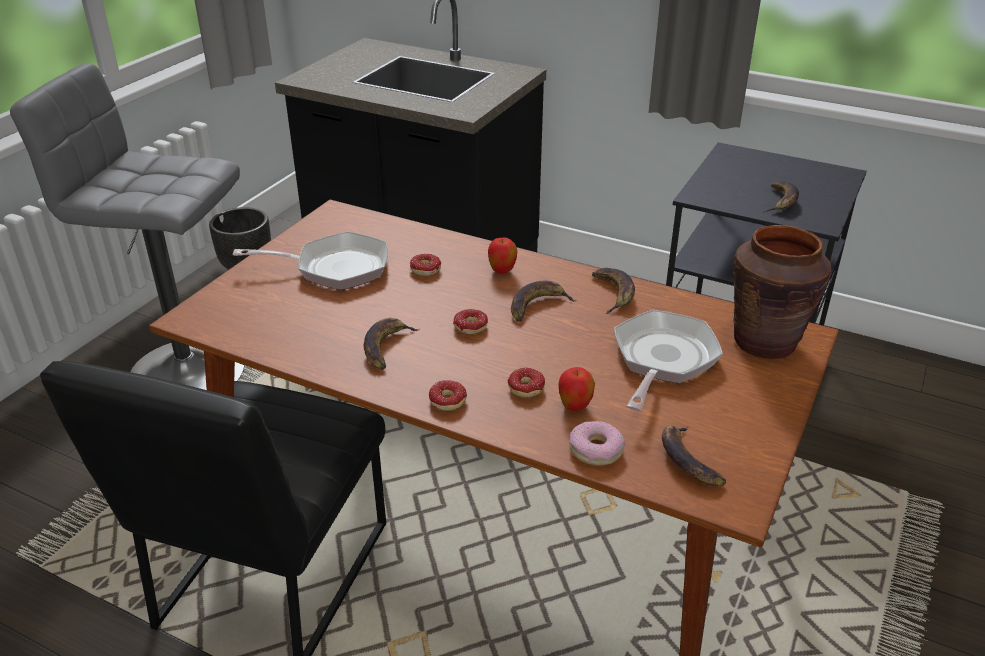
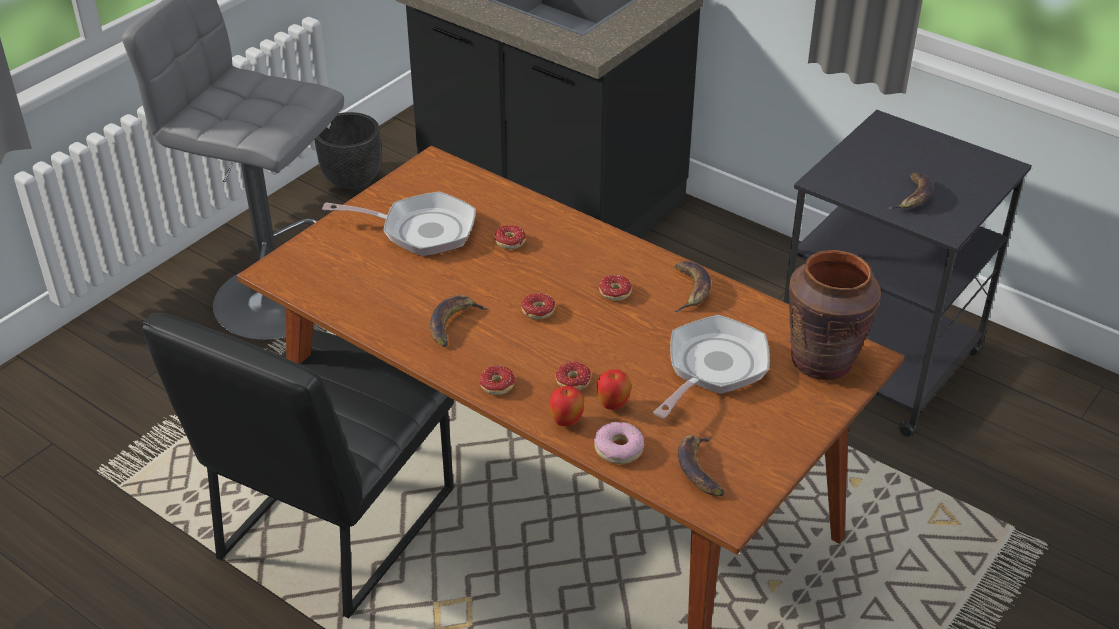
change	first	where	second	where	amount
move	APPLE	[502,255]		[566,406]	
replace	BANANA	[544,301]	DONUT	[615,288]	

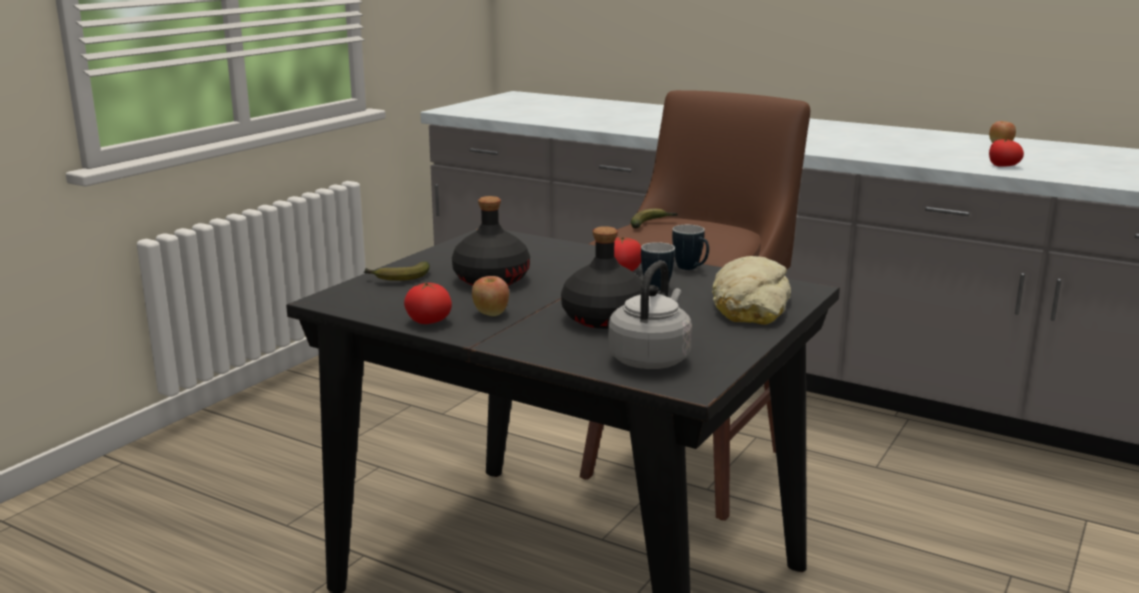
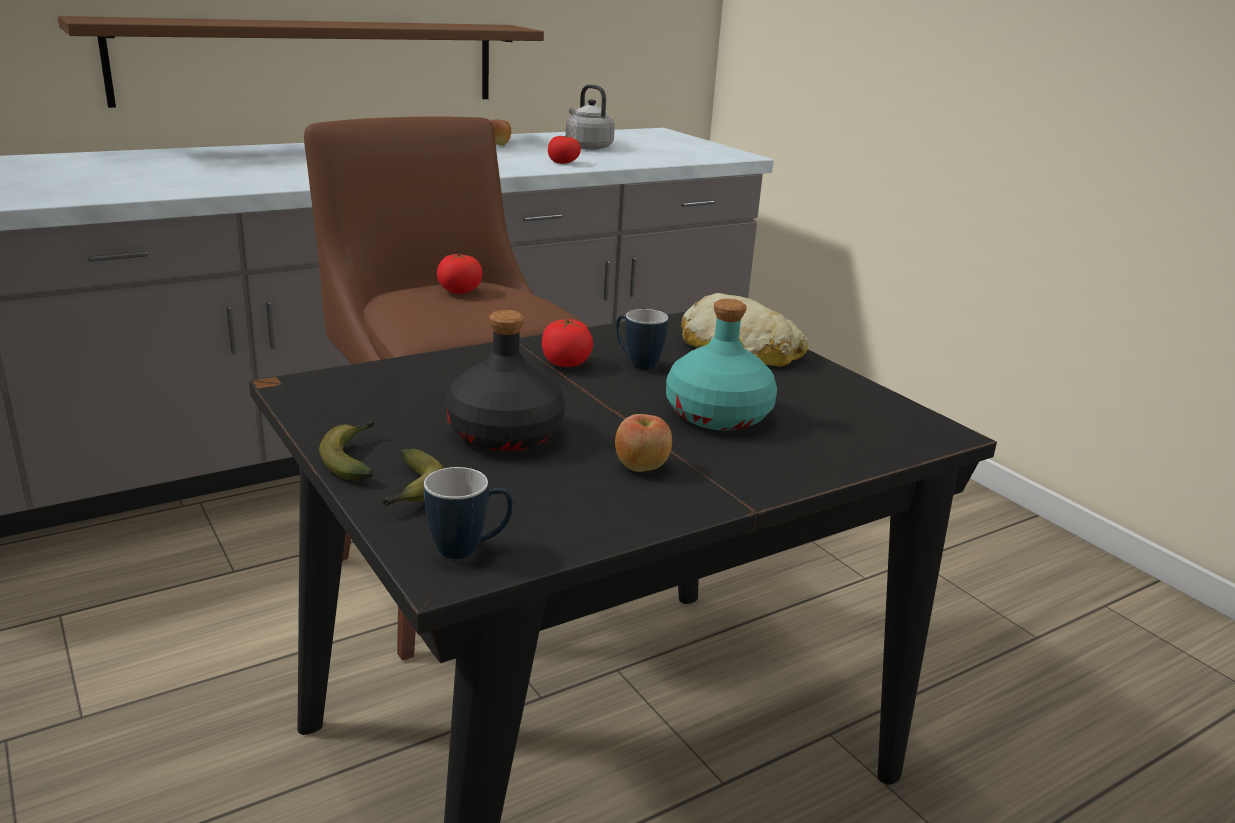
change	first	where	second	where	amount
move	BANANA	[654,218]		[346,451]	
move	MUG	[690,247]		[468,513]	
recolor	BLACK BOTTLE	[601,277]	TURQUOISE BOTTLE	[721,364]	
move	GREY KETTLE	[650,314]		[590,117]	
move	TOMATO	[428,303]		[460,273]	
insert			BROWN SHELF	[301,62]	

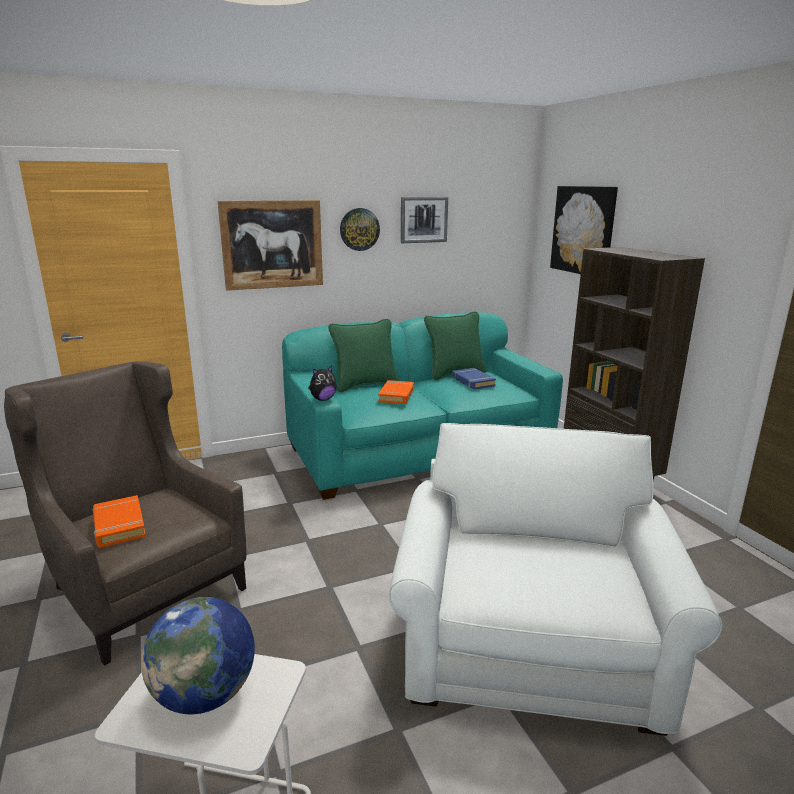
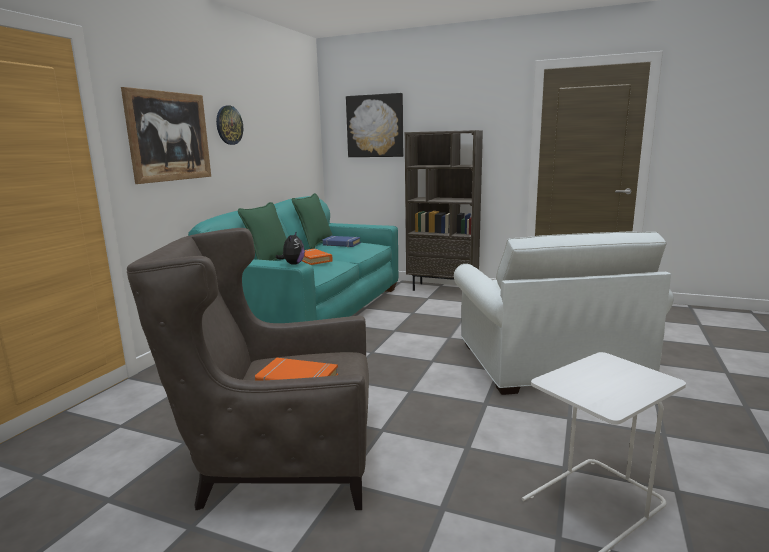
change	first	where	second	where	amount
delete	PICTURE	[424,220]			
rotate	WHITE ARMCHAIR	[556,579]		[563,313]	150 degrees counterclockwise
delete	GLOBE	[198,655]			

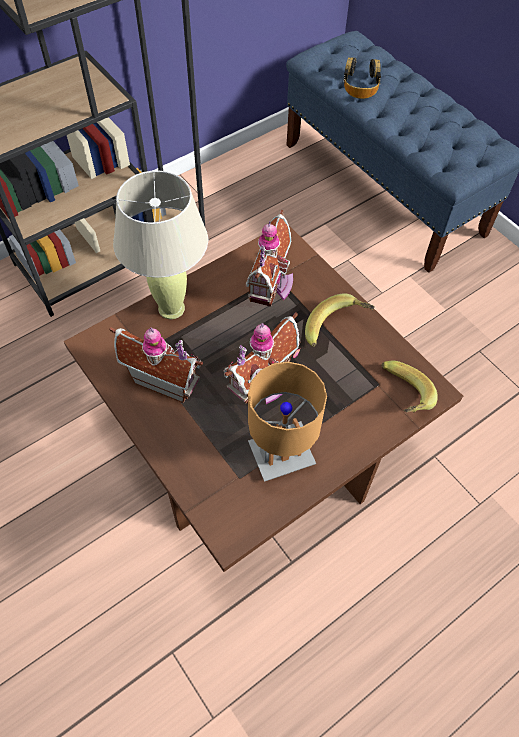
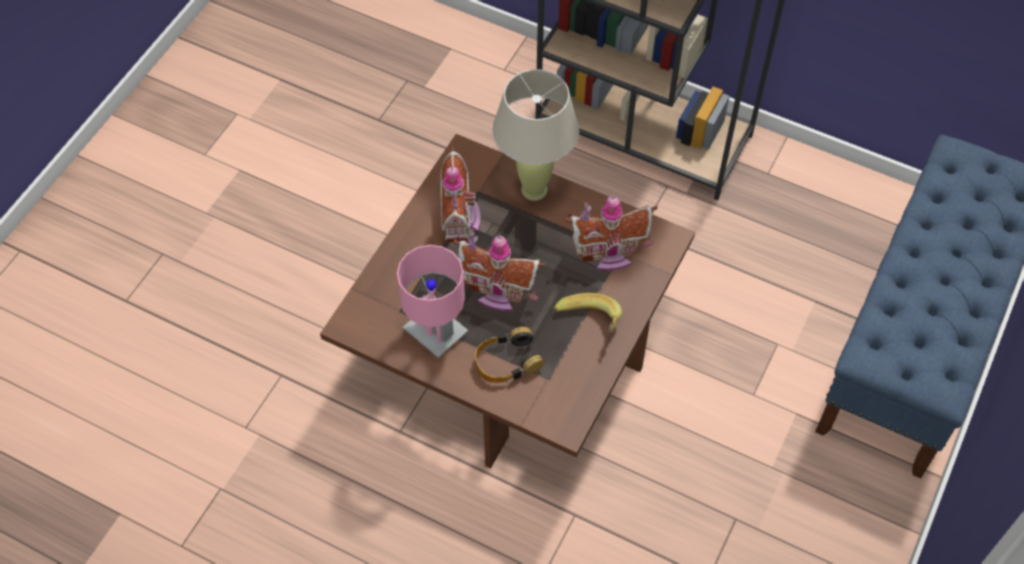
change	first	where	second	where	amount
move	HEADPHONES	[362,78]		[510,355]	
delete	BANANA	[409,386]			
recolor	BROWN TABLE LAMP	[287,422]	PINK TABLE LAMP	[432,301]	

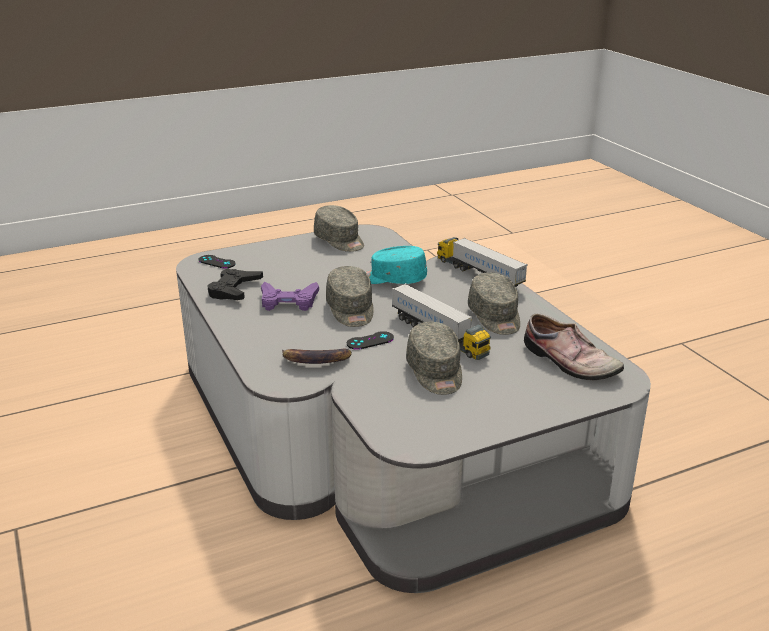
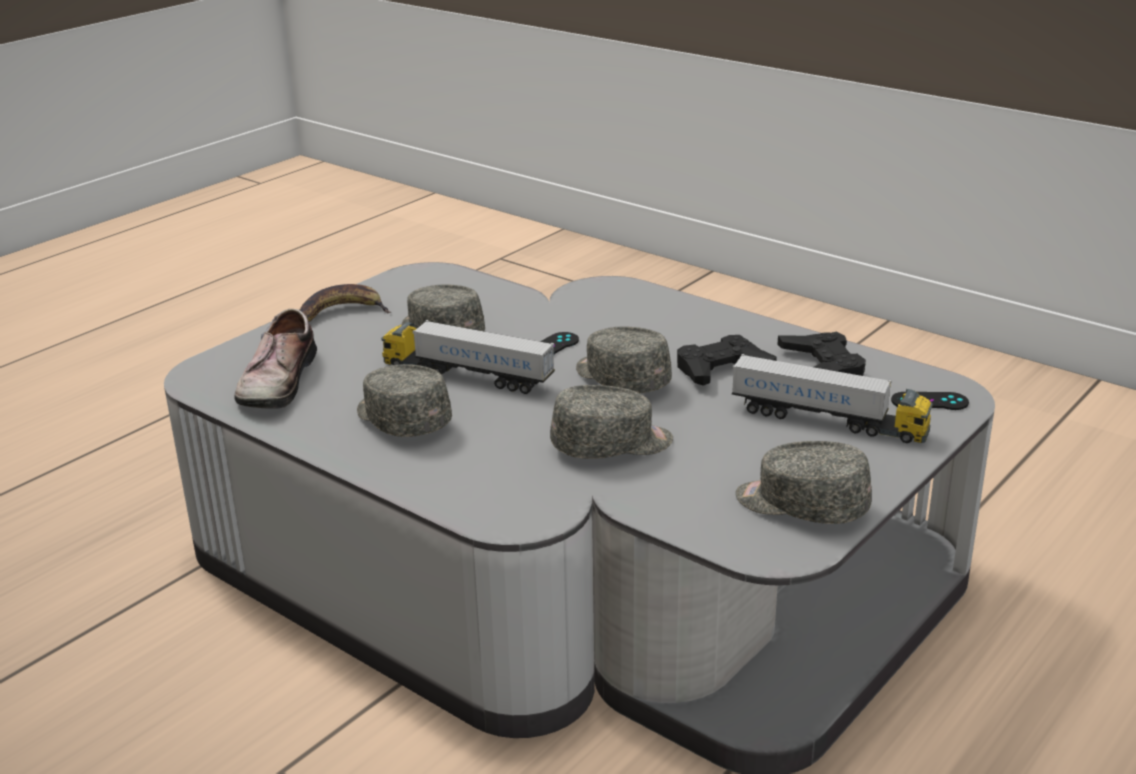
change	first	where	second	where	amount
move	TOY TRUCK	[482,262]		[832,398]	
recolor	TURQUOISE CAP	[396,265]	GREY CAP	[611,422]	
recolor	PURPLE GAME CONTROLLER	[290,296]	BLACK GAME CONTROLLER	[727,360]	
rotate	SHOE	[574,346]		[275,359]	105 degrees counterclockwise
move	BANANA	[317,356]		[345,303]	

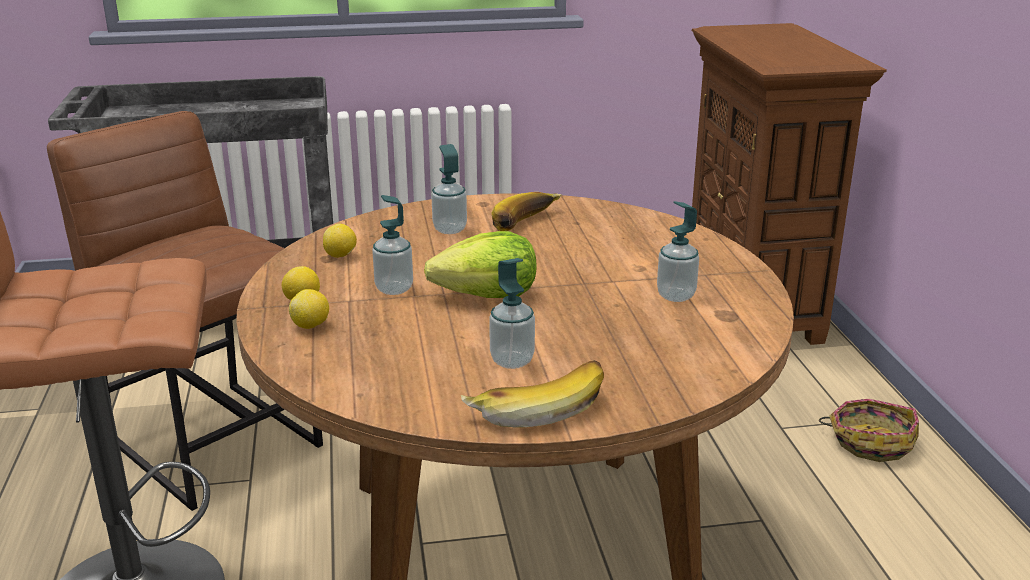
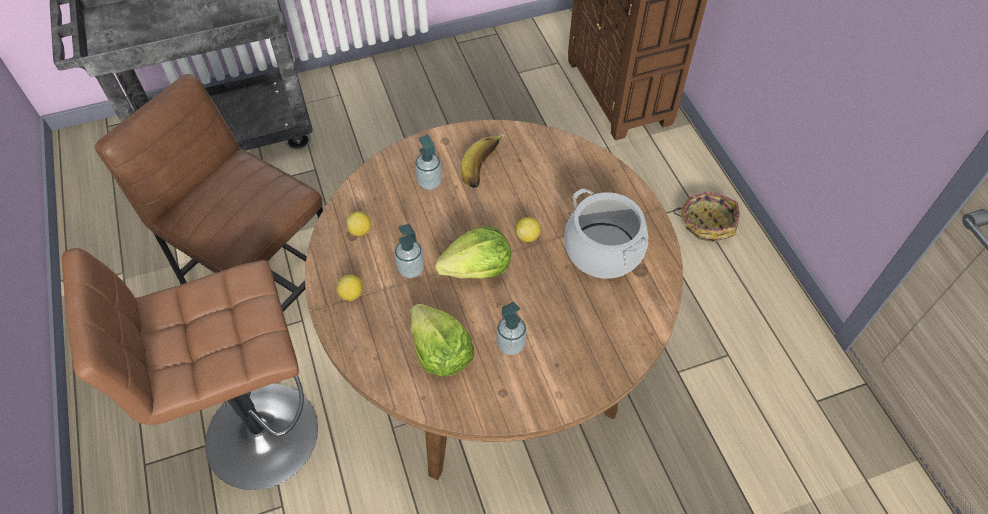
change	first	where	second	where	amount
replace	SOAP DISPENSER	[678,251]	COOKING POT	[606,233]	
move	LEMON	[309,309]		[528,229]	
delete	BANANA	[532,393]			
insert			LETTUCE	[442,340]	

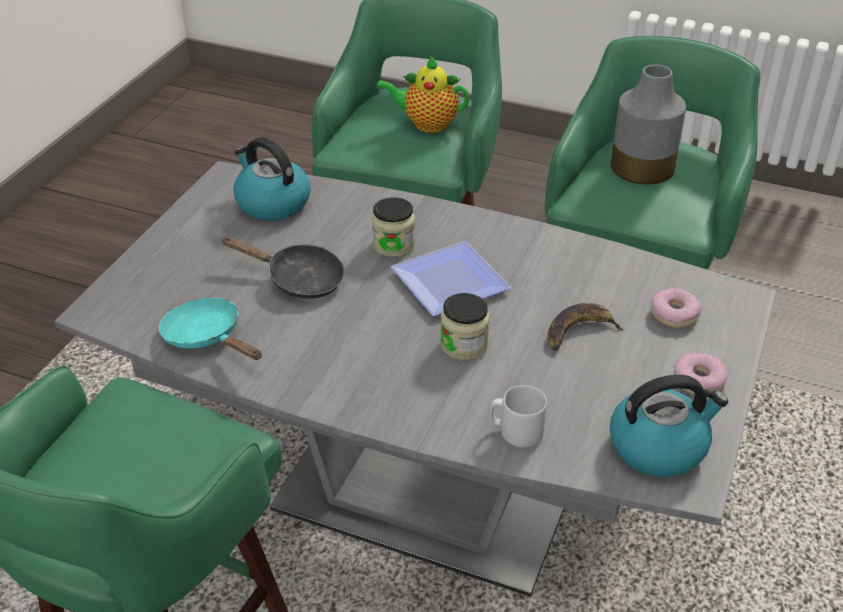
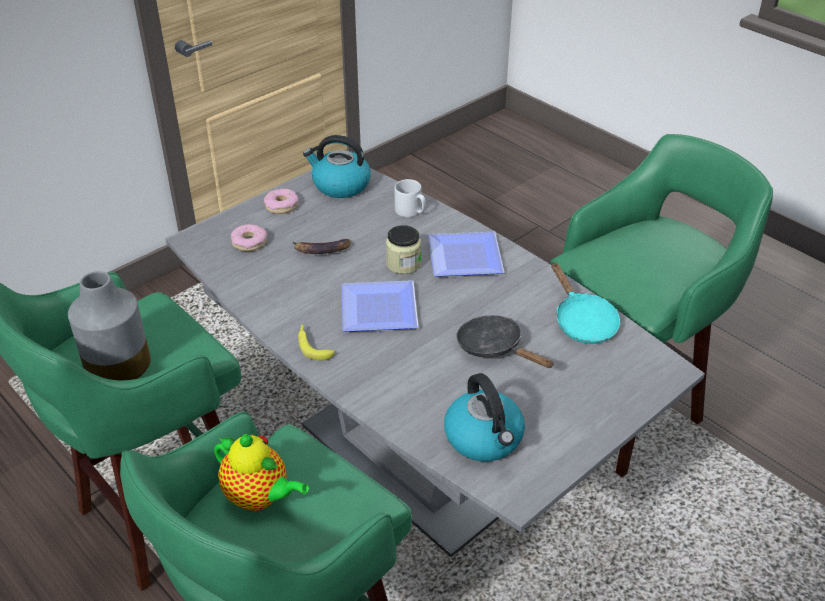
change	first	where	second	where	amount
delete	JAR	[393,227]			
insert			PLATE	[466,254]	
insert			BANANA	[316,342]	

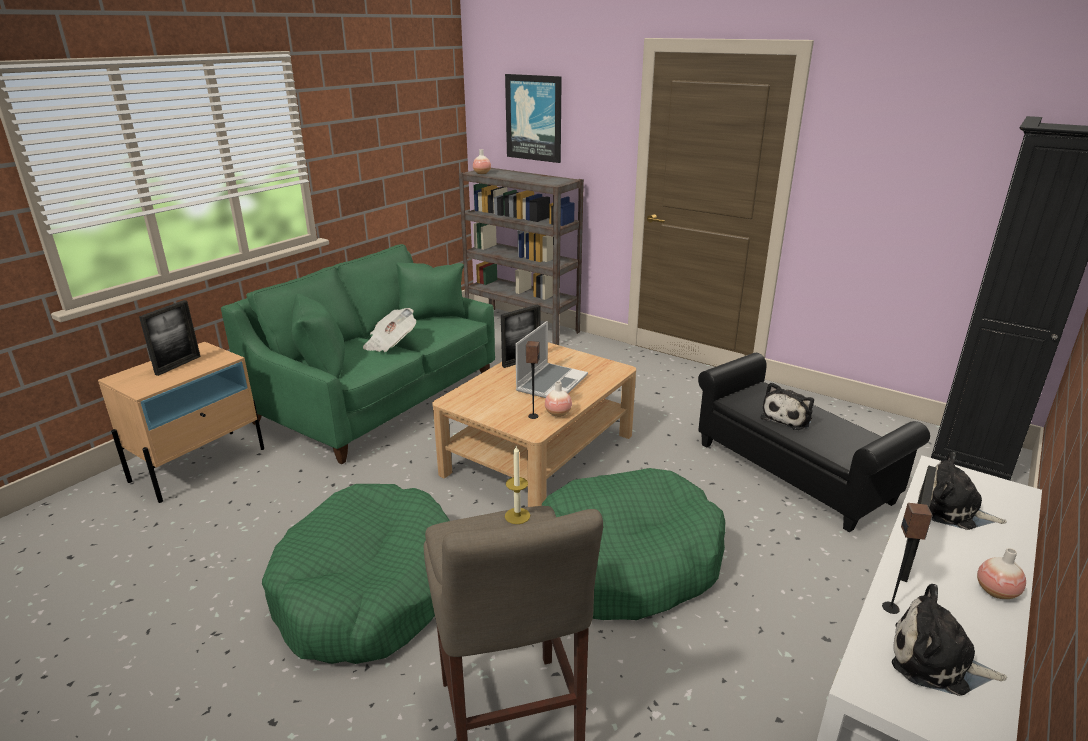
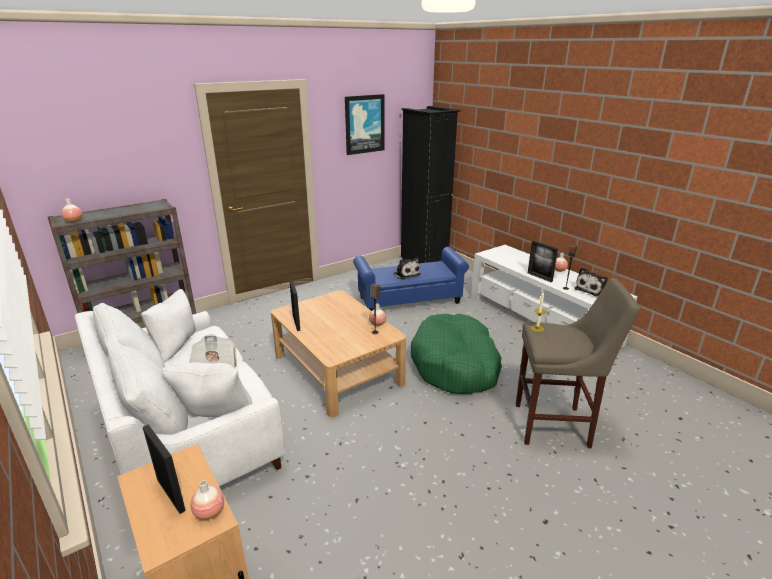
change	first	where	second	where	amount
move	PICTURE	[533,118]		[365,124]	
recolor	GREEN SOFA	[358,354]	WHITE SOFA	[180,387]	
delete	LAPTOP	[551,359]			
recolor	BLACK OTTOMAN	[814,442]	BLUE OTTOMAN	[411,279]	
delete	PLUSH TOY	[963,491]			
delete	GREEN DOG BED	[356,574]			
insert			VASE	[207,500]	

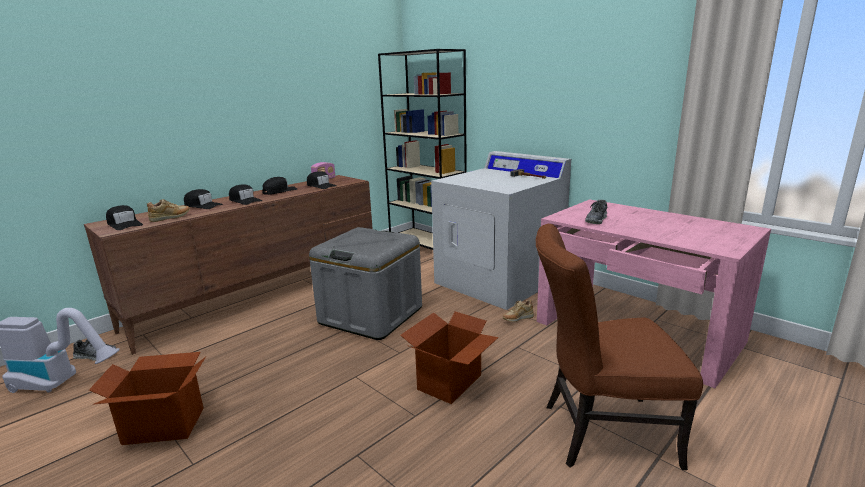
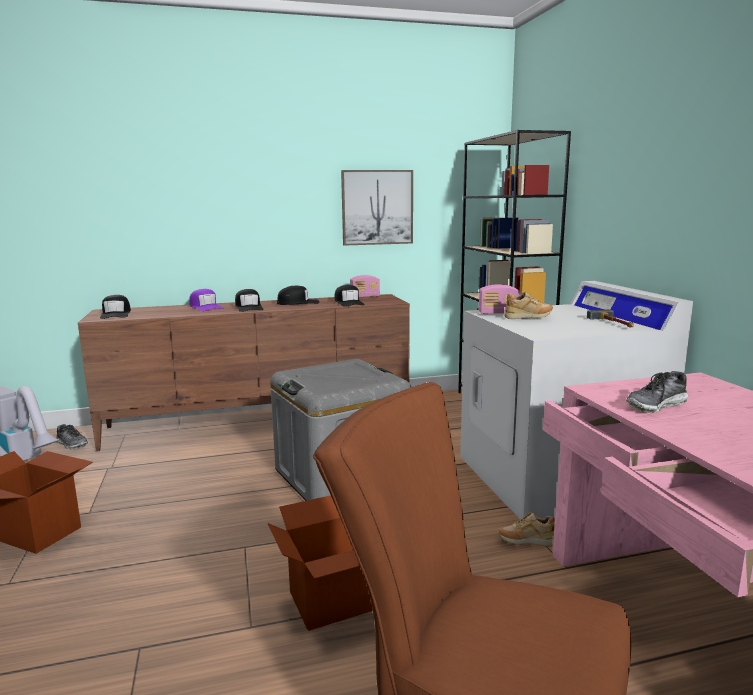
change	first	where	second	where	amount
recolor	BLACK CAP	[203,199]	PURPLE CAP	[206,300]	
move	BEIGE SHOE	[168,210]		[528,305]	
insert			PICTURE	[377,208]	
insert			RADIO	[499,299]	

